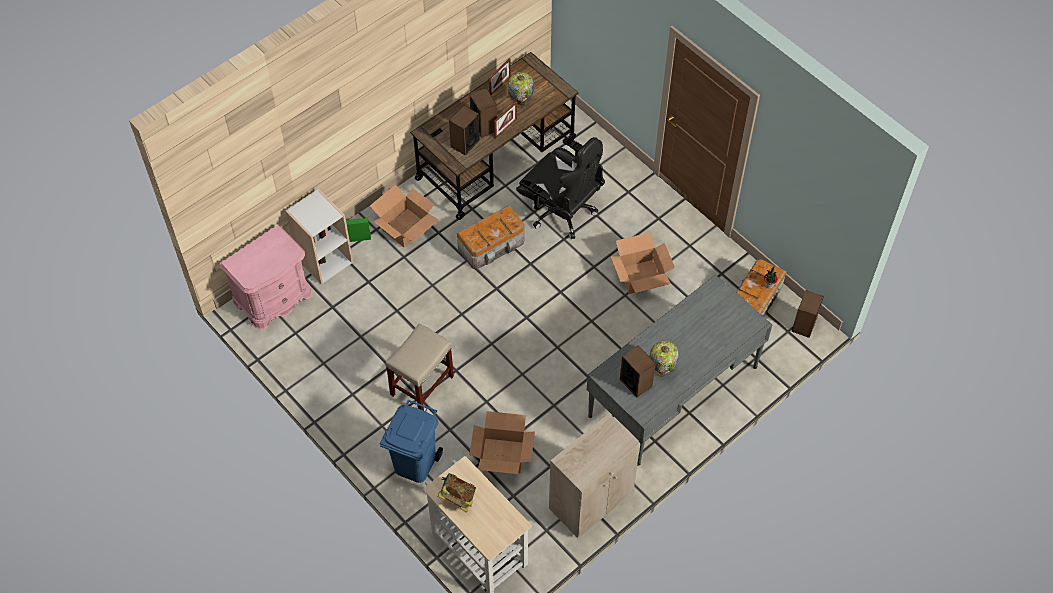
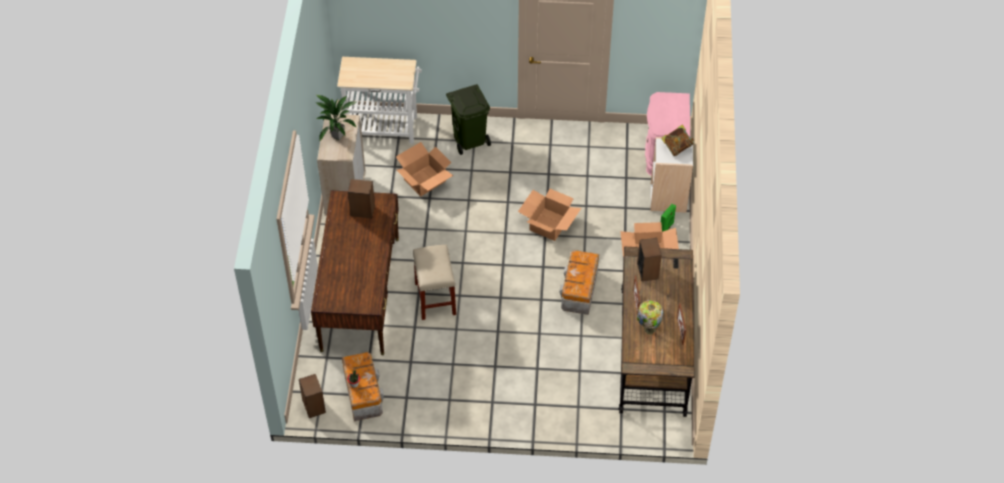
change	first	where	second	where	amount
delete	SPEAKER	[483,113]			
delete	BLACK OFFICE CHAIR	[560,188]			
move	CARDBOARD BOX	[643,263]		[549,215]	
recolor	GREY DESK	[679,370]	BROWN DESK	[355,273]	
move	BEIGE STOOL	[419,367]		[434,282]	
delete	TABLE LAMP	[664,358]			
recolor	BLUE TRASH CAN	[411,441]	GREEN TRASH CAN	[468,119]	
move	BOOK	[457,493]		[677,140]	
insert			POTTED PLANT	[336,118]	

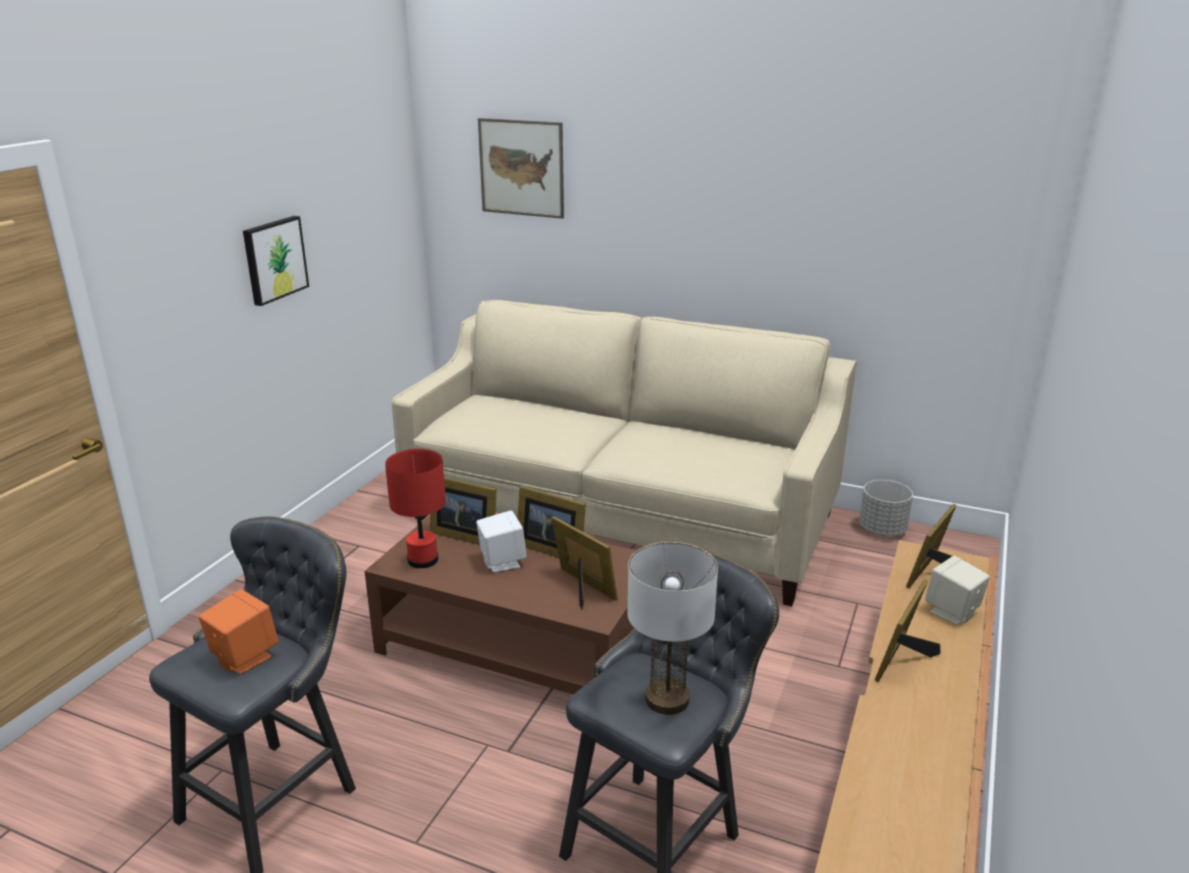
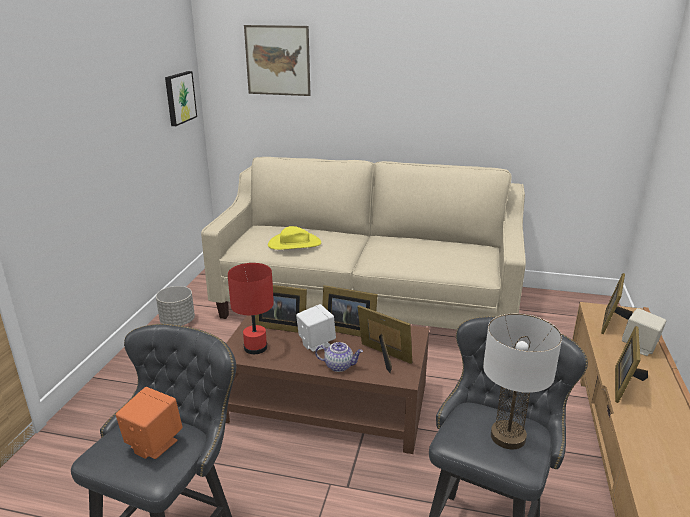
change	first	where	second	where	amount
move	PICTURE	[276,261]		[181,98]	
move	GREY PLANTER	[886,508]		[175,306]	
insert			YELLOW HAT	[294,238]	
insert			TEAPOT	[339,357]	

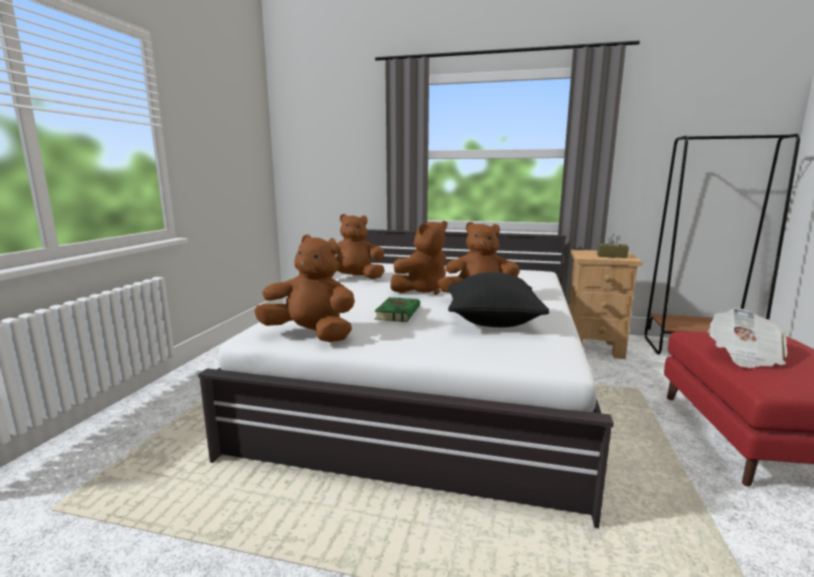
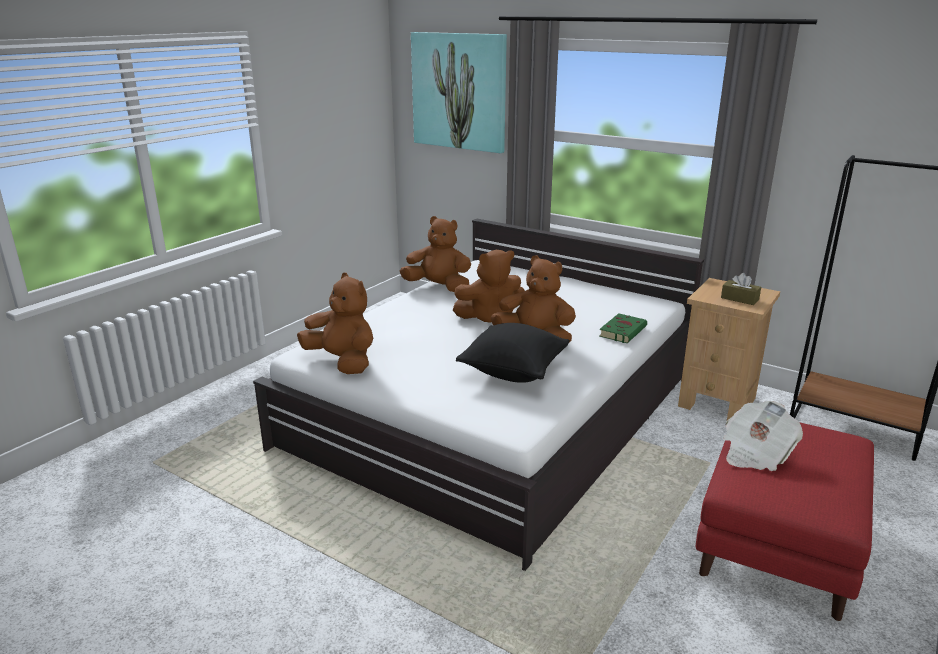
change	first	where	second	where	amount
move	GREEN BOOK	[397,309]		[623,328]	
insert			PICTURE	[459,92]	

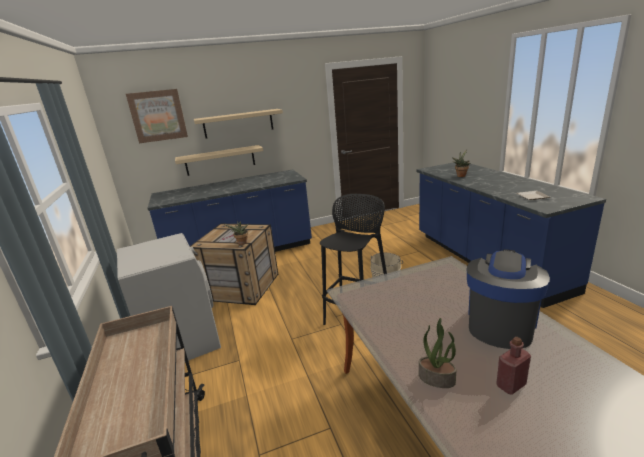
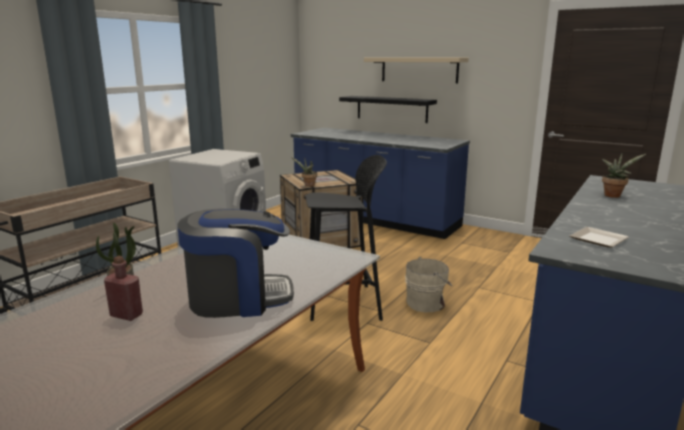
change	first	where	second	where	amount
delete	PICTURE	[157,116]			
recolor	BEIGE SHELF	[219,160]	BLACK SHELF	[388,109]	

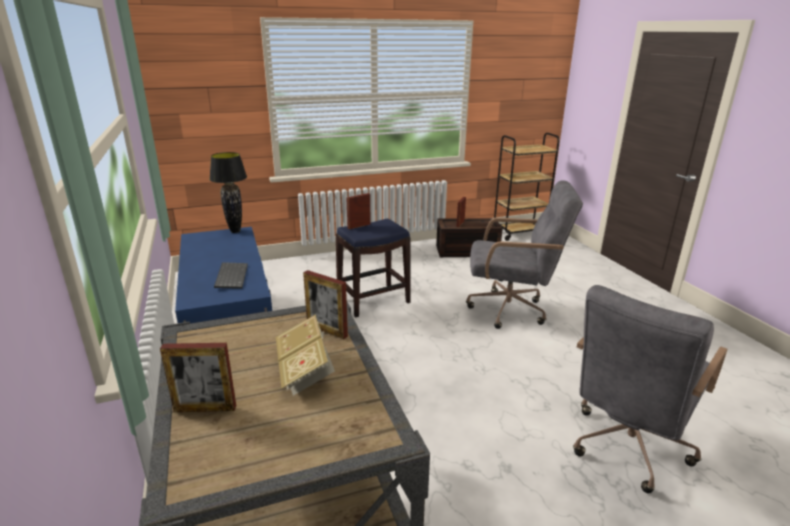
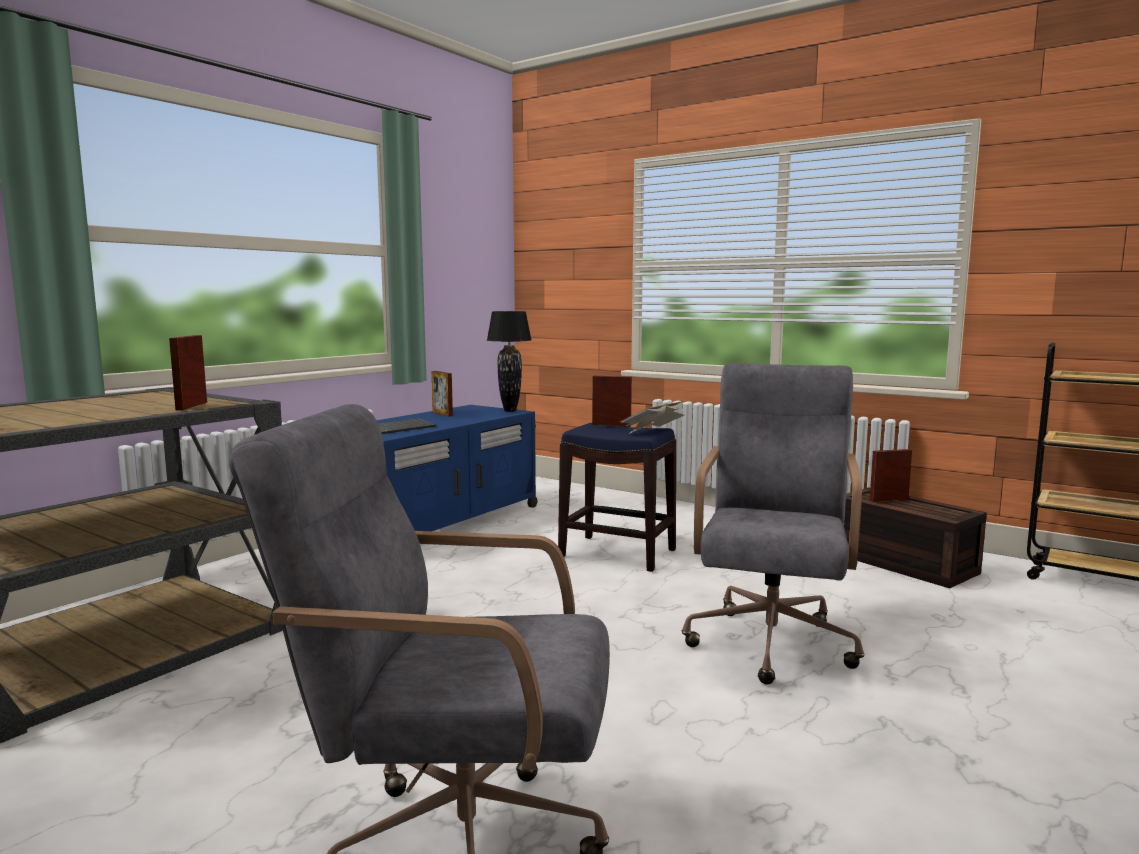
change	first	where	second	where	amount
rotate	GREY OFFICE CHAIR	[524,254]		[773,524]	135 degrees counterclockwise
move	BOOK	[305,355]		[652,417]	
move	PICTURE FRAME	[198,377]		[442,394]	

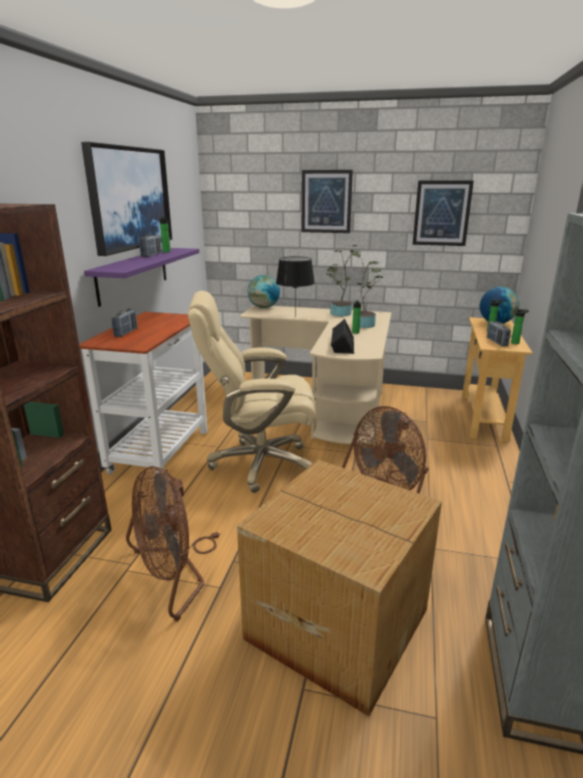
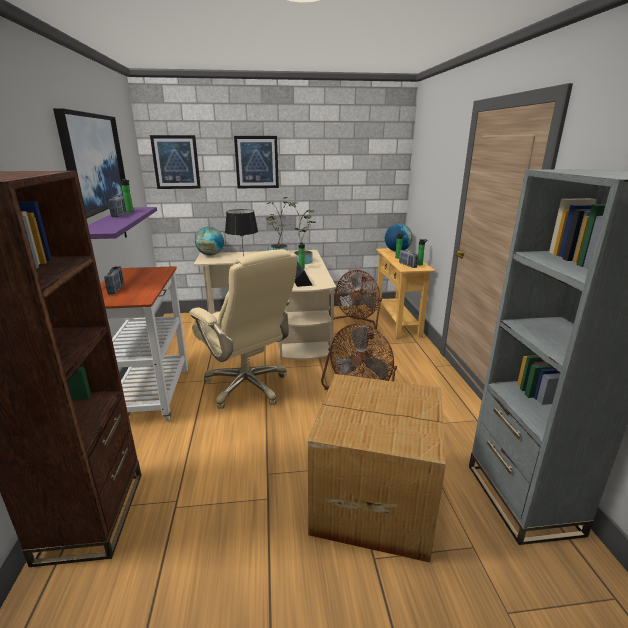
change	first	where	second	where	amount
move	PICTURE	[443,213]		[175,162]	
rotate	BEIGE OFFICE CHAIR	[251,392]		[243,329]	105 degrees counterclockwise
move	BROWN FAN	[173,544]		[355,301]	

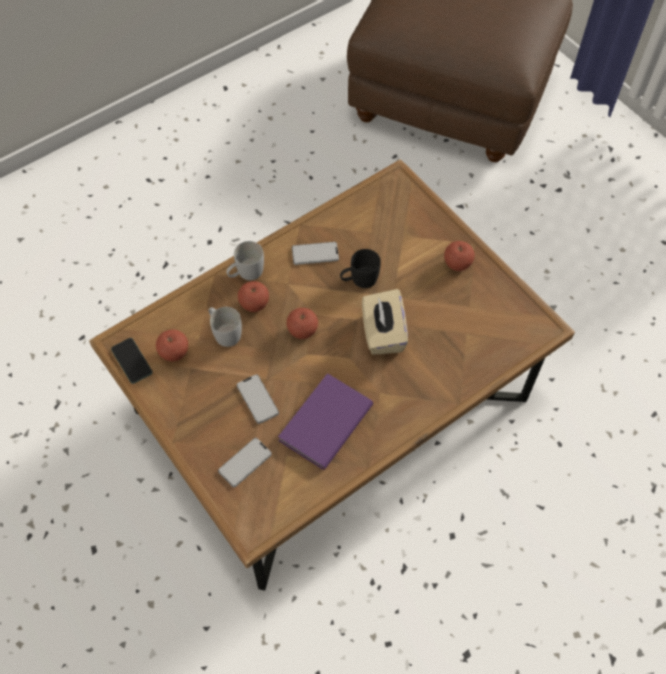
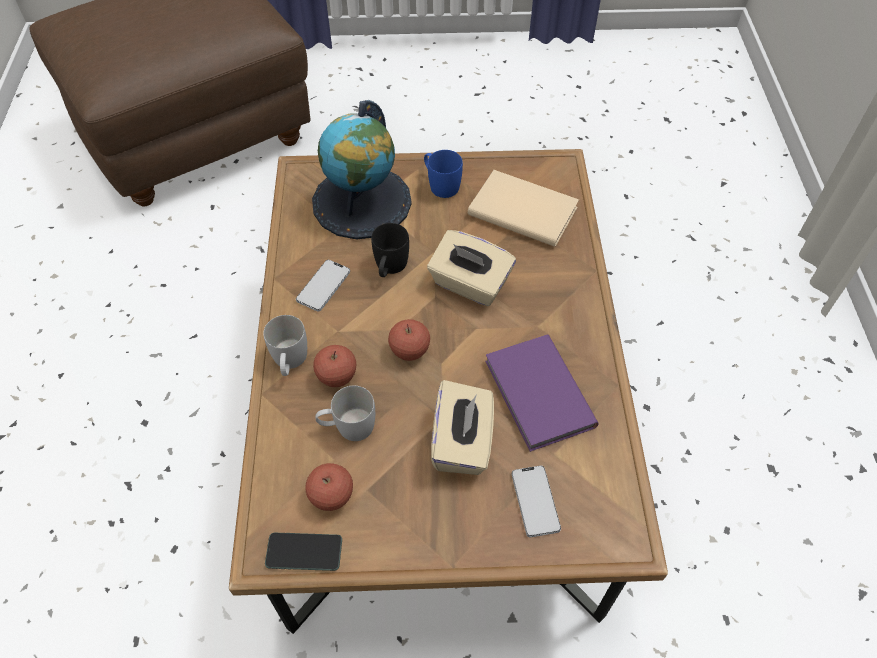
change	first	where	second	where	amount
replace	APPLE	[459,256]	BLUE MUG	[443,174]	
replace	PHONE	[258,399]	BEIGE TISSUE BOX	[462,427]	
insert			GLOBE	[362,169]	
insert			BEIGE BOOK	[523,208]	

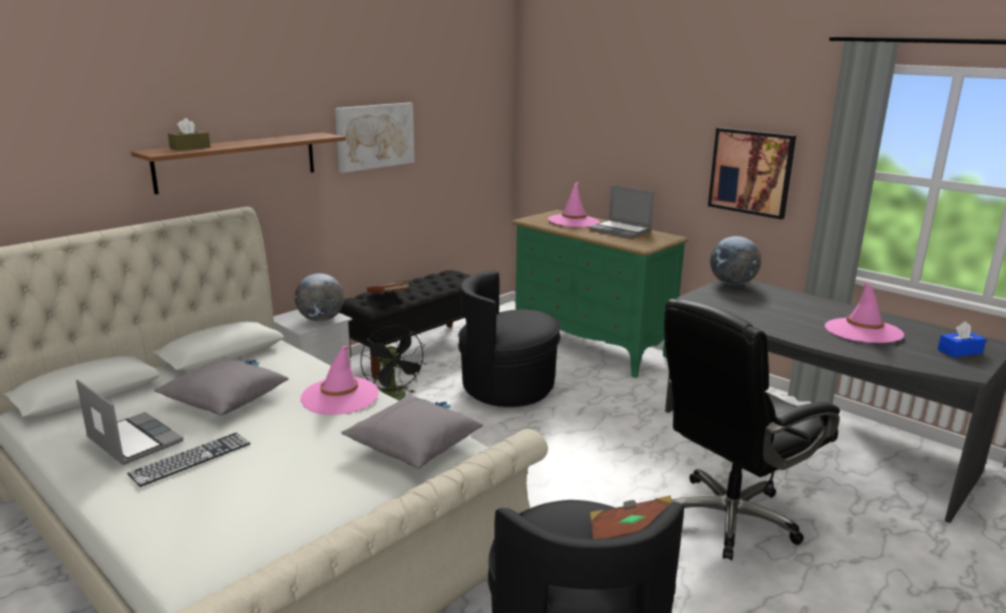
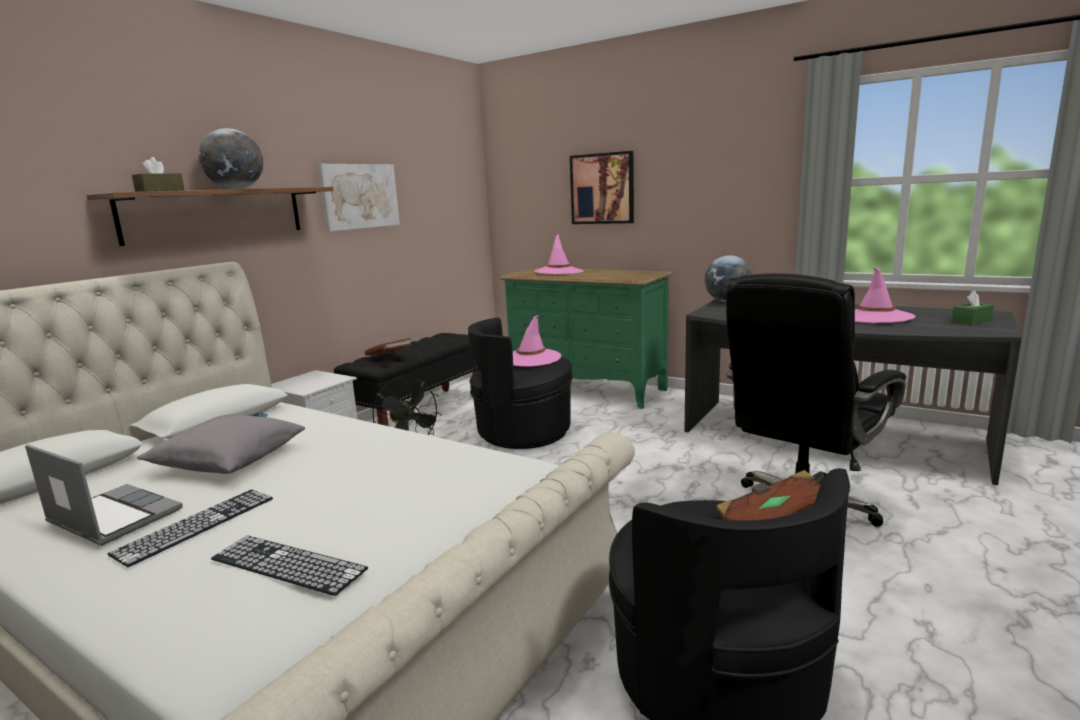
change	first	where	second	where	amount
move	PICTURE	[752,173]		[602,187]	
delete	LAPTOP	[621,212]			
move	GLOBE	[319,297]		[231,158]	
recolor	BLUE TISSUE BOX	[961,339]	GREEN TISSUE BOX	[973,307]	
move	PINK HAT	[339,380]		[537,341]	
delete	GREY PILLOW	[412,431]			
insert			KEYBOARD	[289,566]	

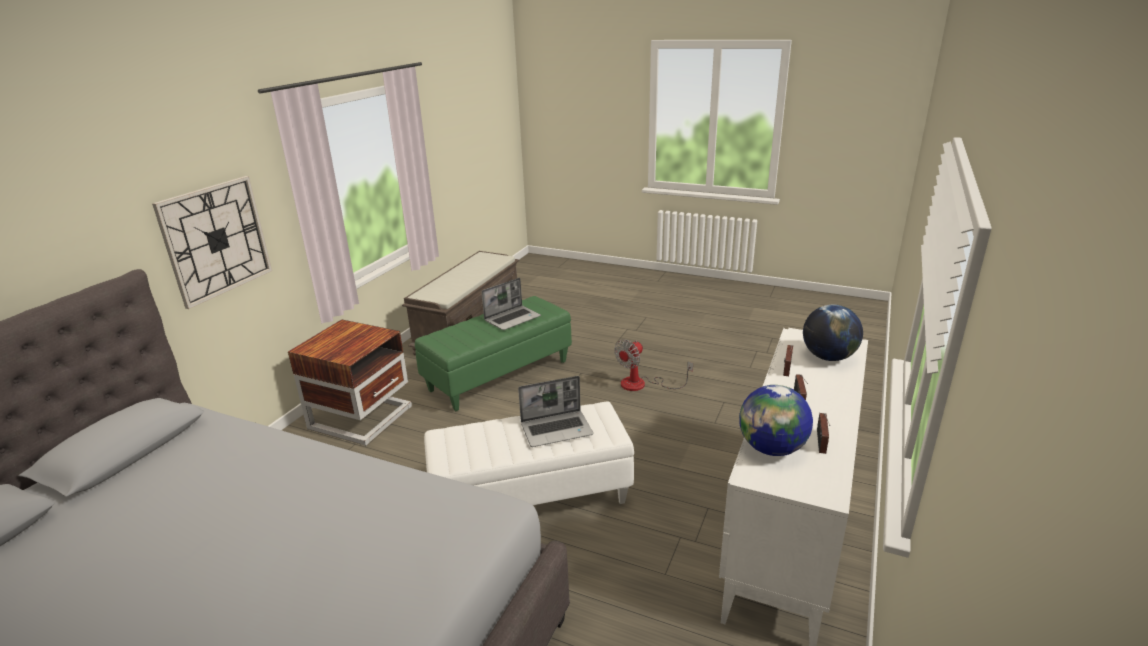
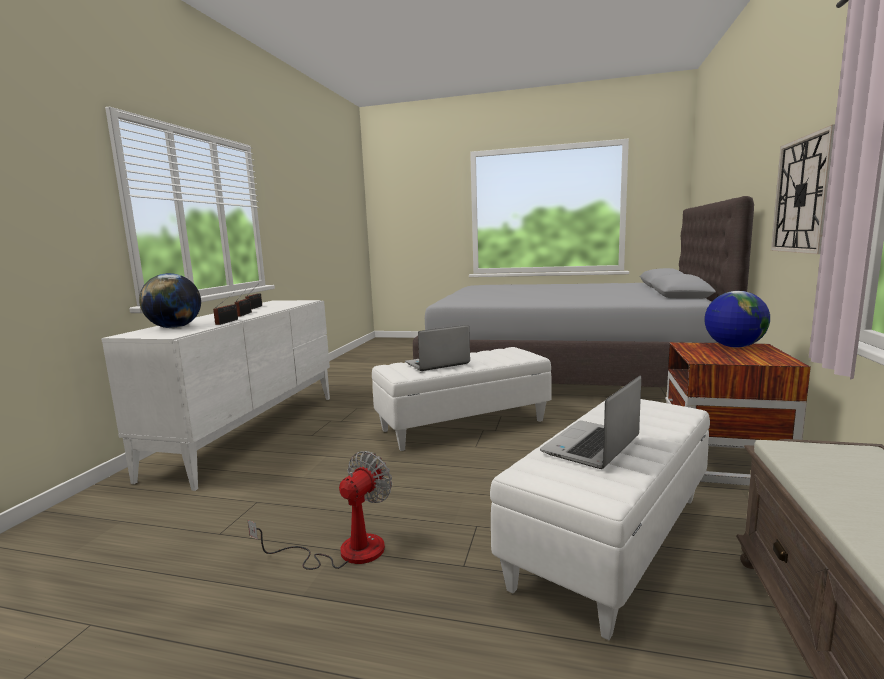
change	first	where	second	where	amount
recolor	GREEN OTTOMAN	[493,353]	WHITE OTTOMAN	[600,519]	
move	GLOBE	[776,420]		[737,319]	

